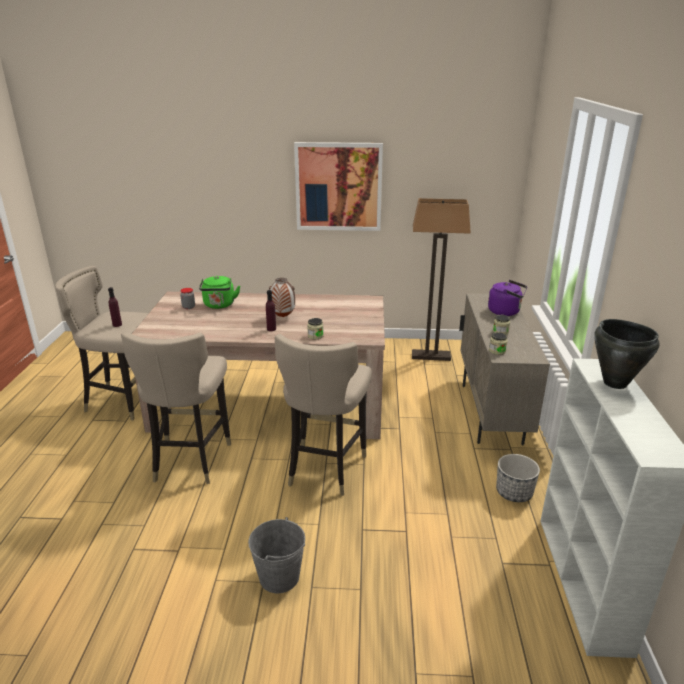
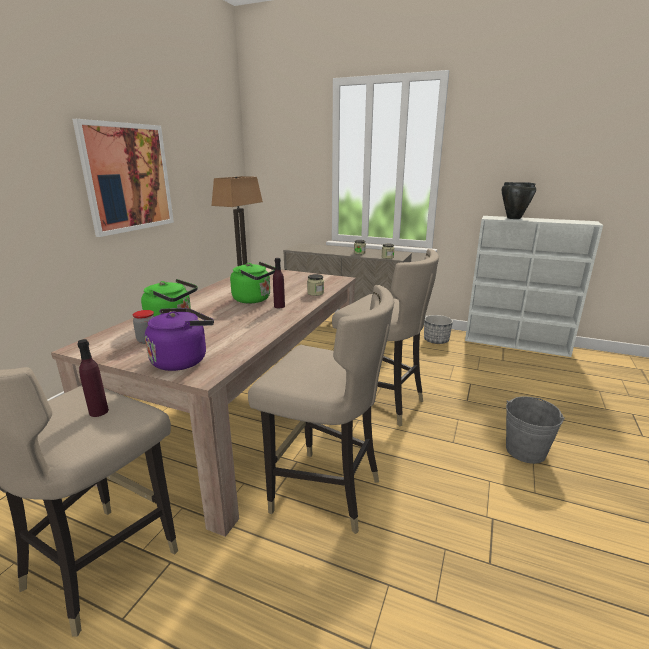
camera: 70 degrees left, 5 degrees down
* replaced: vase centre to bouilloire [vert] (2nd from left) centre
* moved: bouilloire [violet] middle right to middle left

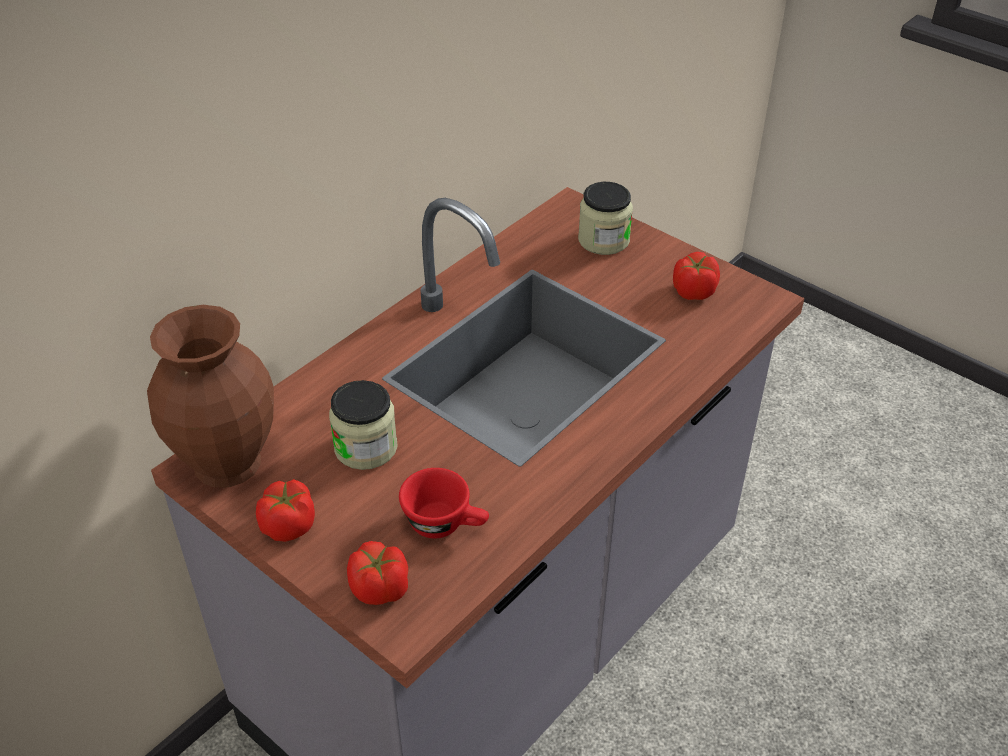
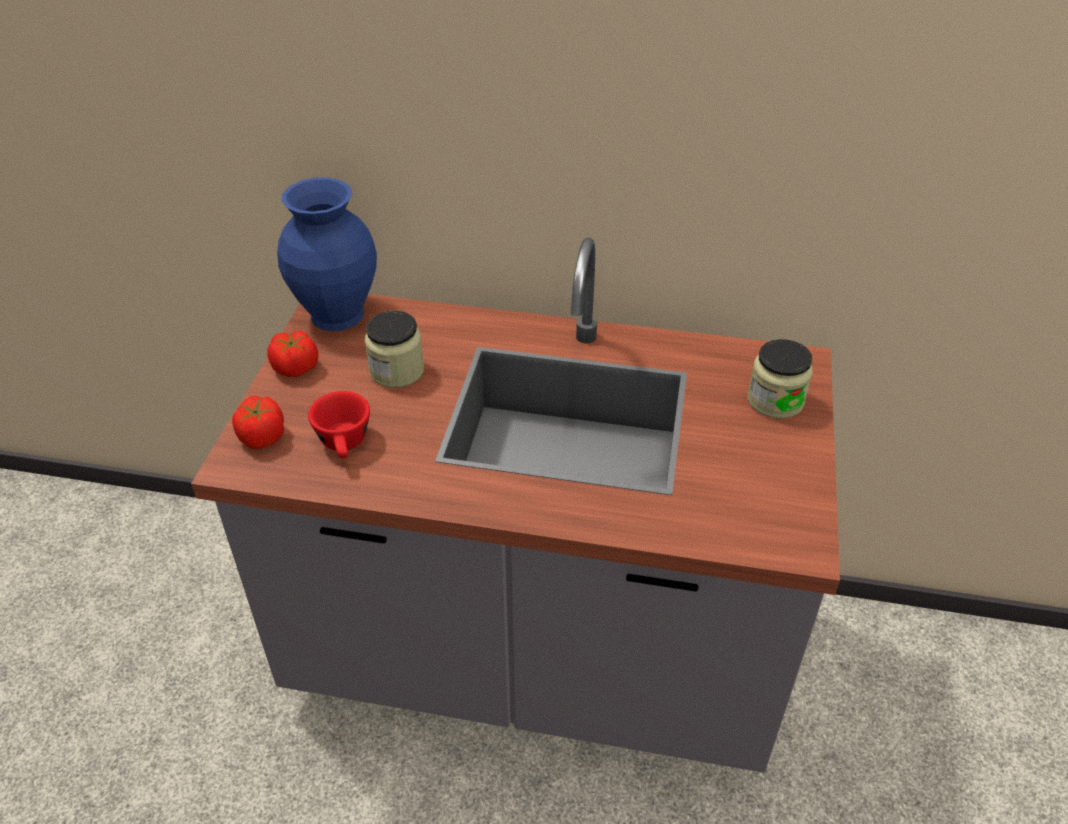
camera: 60 degrees right, 0 degrees up
* removed: tomate (3rd from left) middle right
* recoloured: vase [marron] middle left to vase [bleu] top left

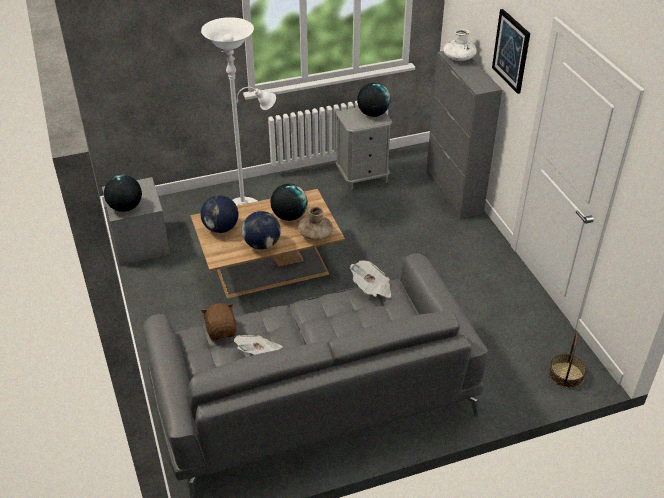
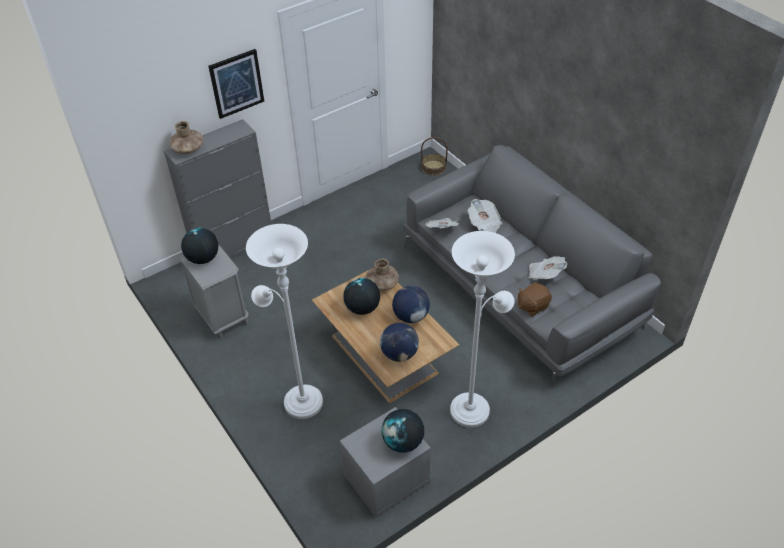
camera: 105 degrees left, 5 degrees up
* recoloured: vase [blanc] top right to vase [marron] (1st from left) top left
* added: journal (2nd from left) centre
* added: lampadaire [blanc] (2nd from left) centre

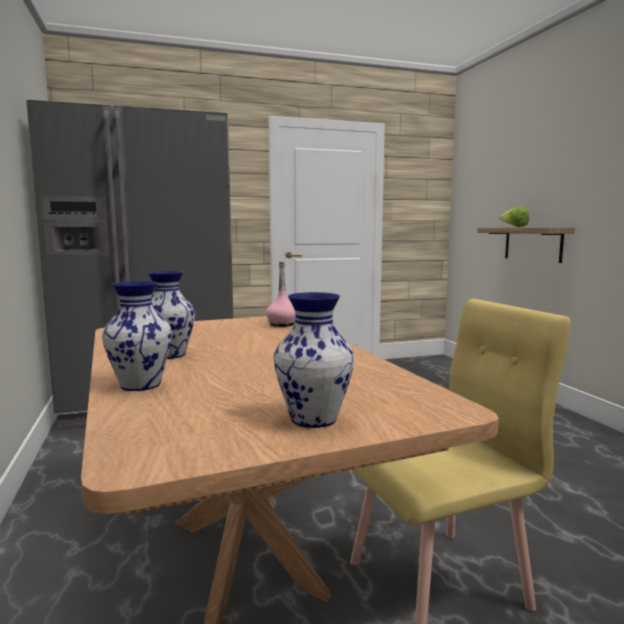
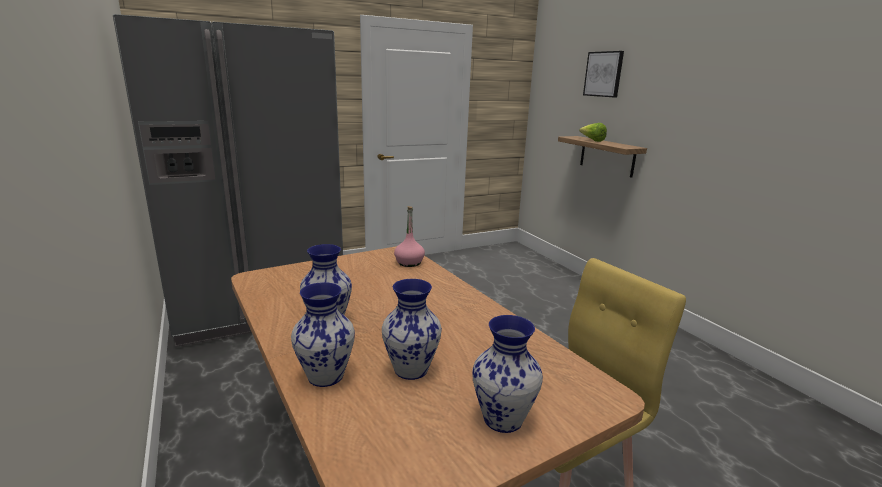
camera: 10 degrees left, 10 degrees up
* added: tableau top right
* added: vase (3rd from left) bottom centre

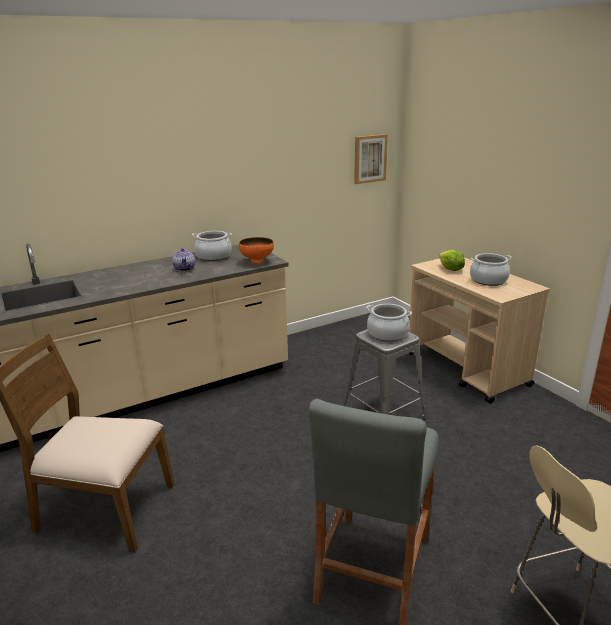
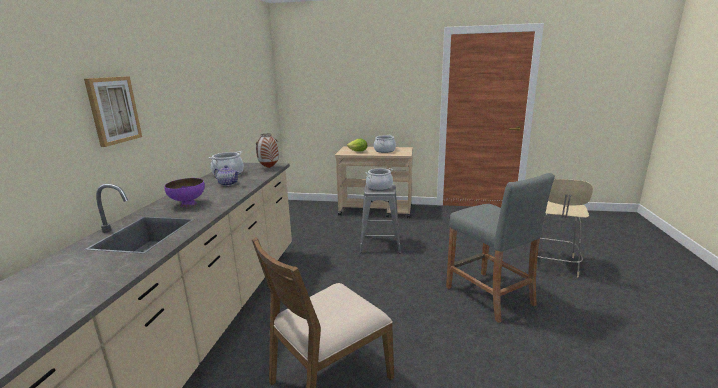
camera: 50 degrees left, 5 degrees down
* moved: tableau top centre to top left
* replaced: bol [orange] centre to vase centre
* added: bol [violet] middle left

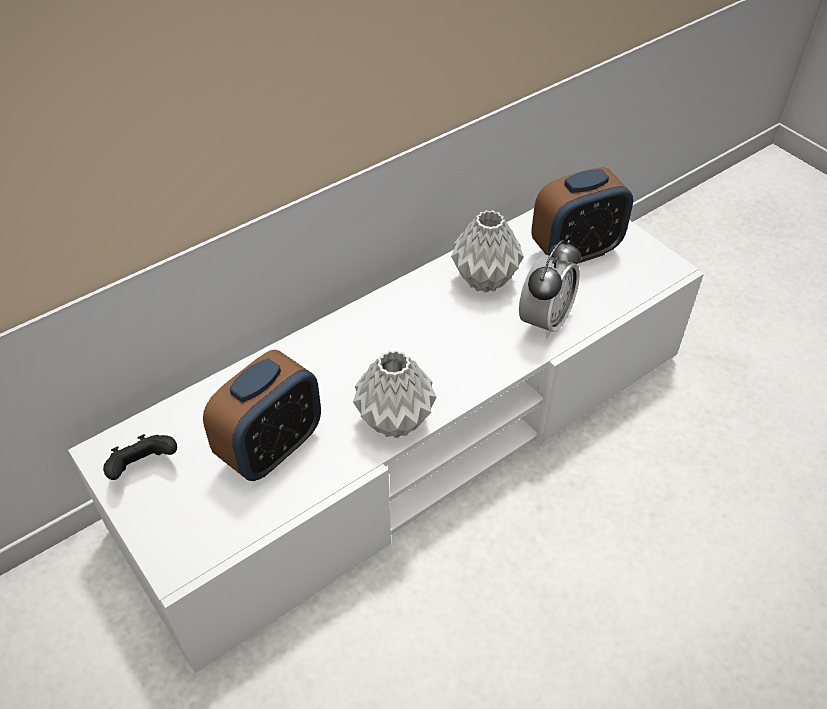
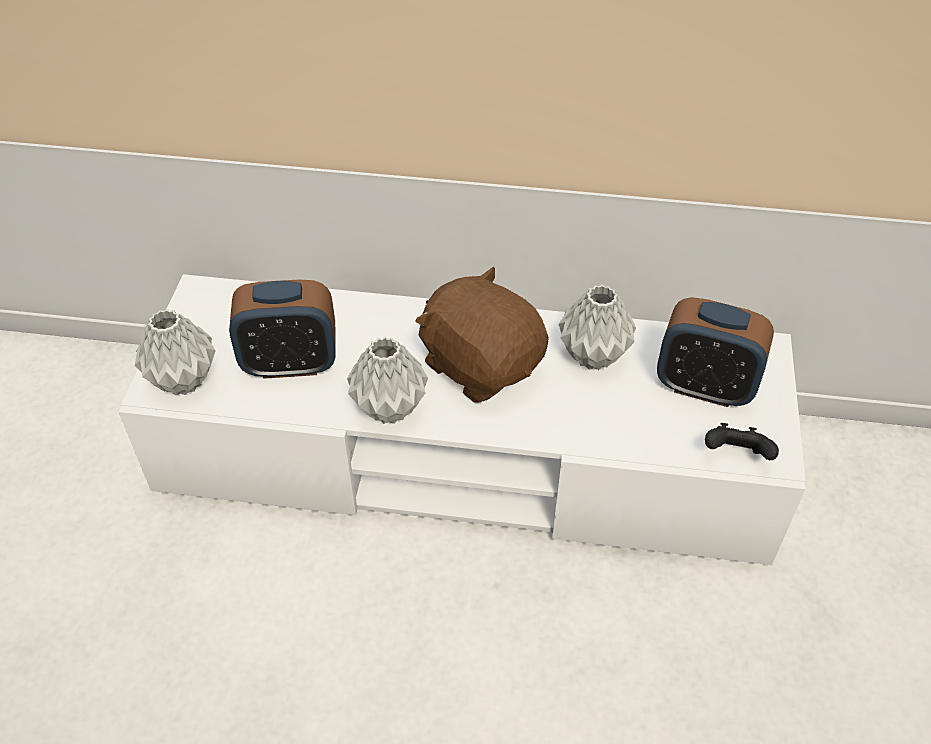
camera: 45 degrees right, 0 degrees up
* removed: réveil (2nd from left) centre
* moved: manette [noir] middle left to middle right
* added: peluche [marron] centre
* added: vase [gris] (1st from left) middle left

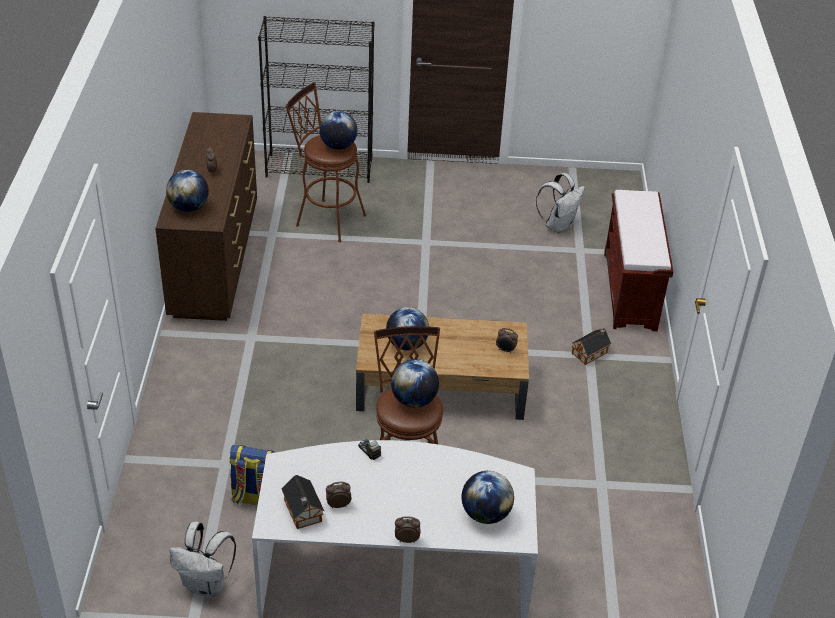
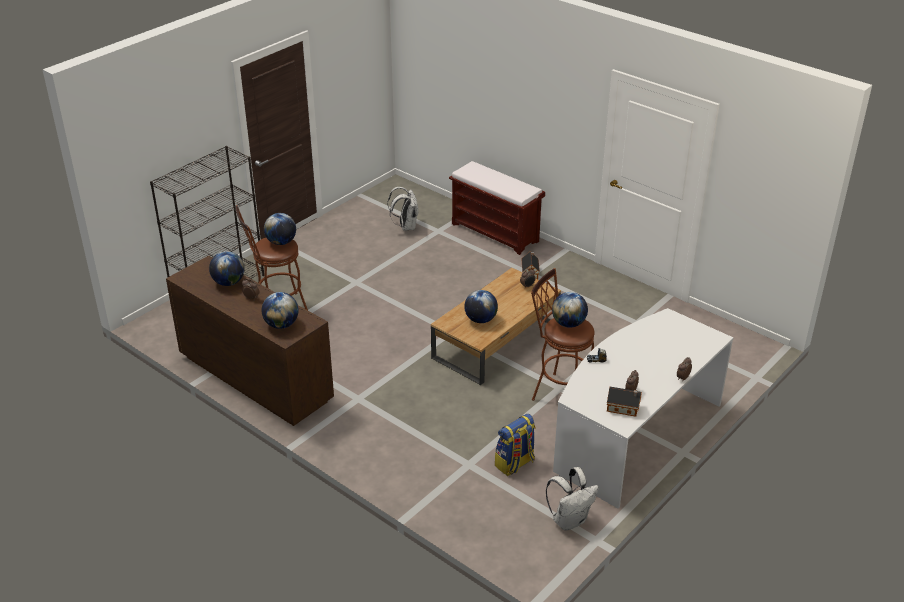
camera: 50 degrees left, 5 degrees down
* moved: globe (5th from left in the first image) bottom centre to globe (1st from left) middle left

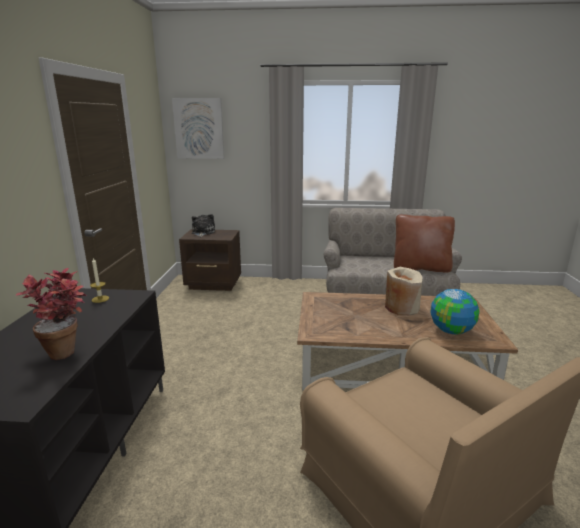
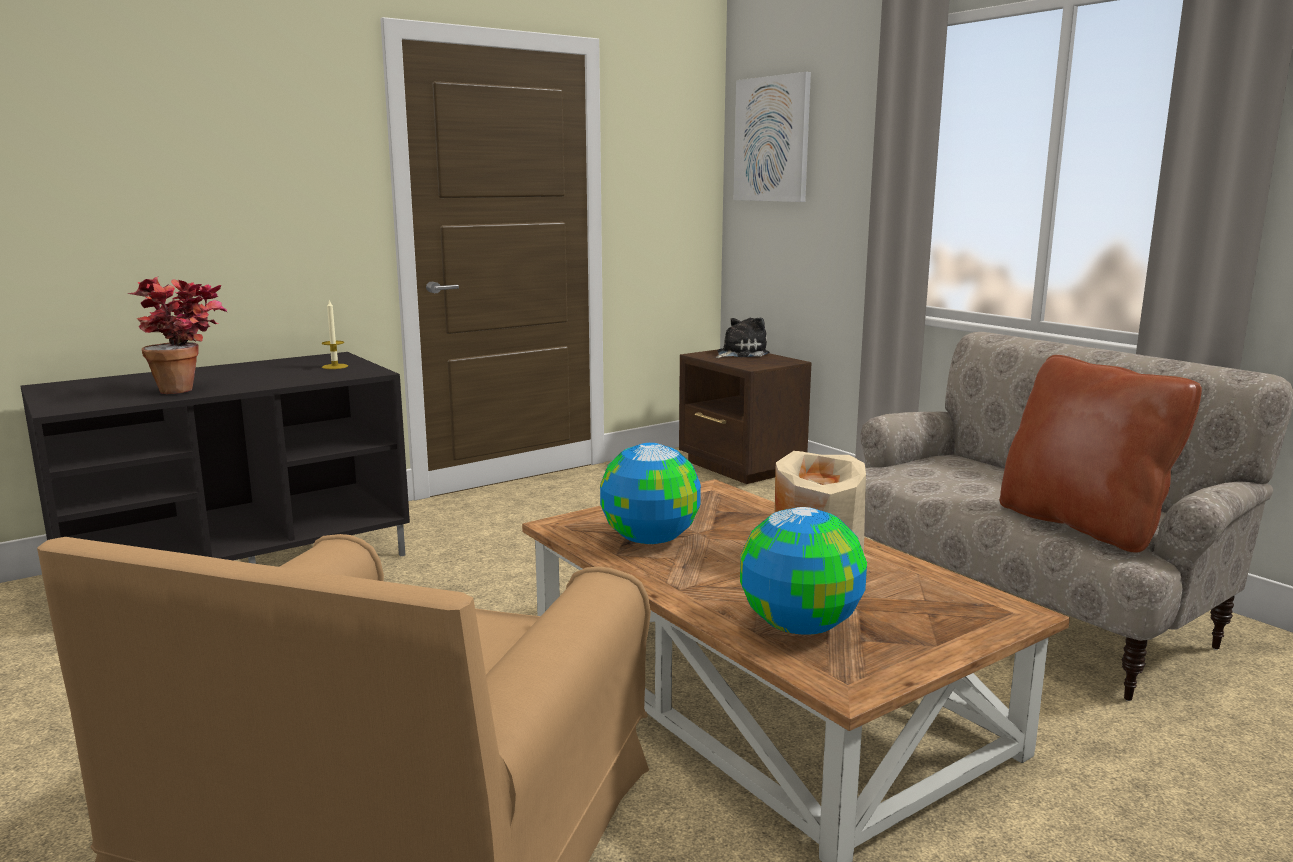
camera: 50 degrees right, 5 degrees down
* added: globe (1st from left) centre

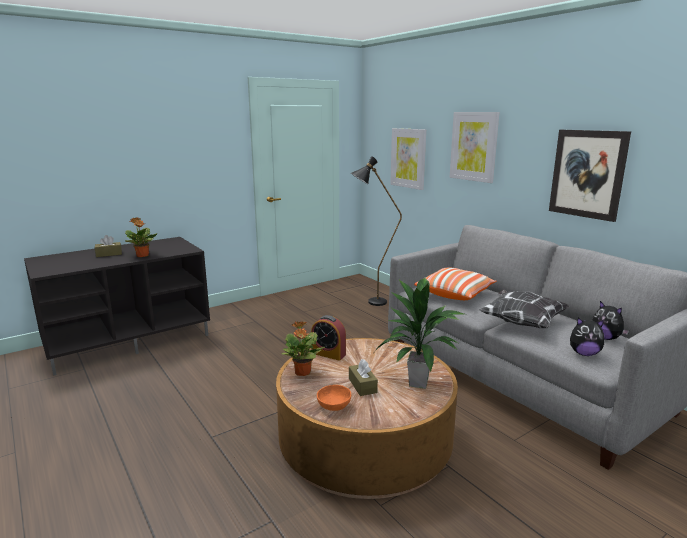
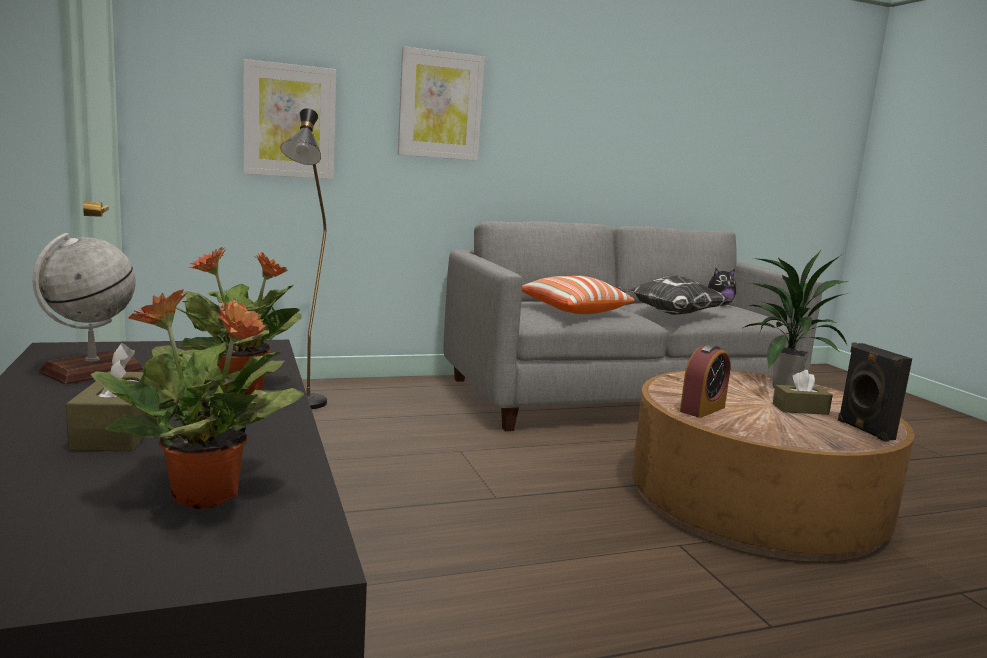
camera: 75 degrees left, 5 degrees down
* removed: tableau (3rd from left) top right
* removed: peluche (1st from left) middle right
* moved: plante en pot (2nd from left in the first image) centre to plante en pot (1st from left) middle left
* replaced: bol [orange] bottom centre to enceinte [noir] middle right
* added: globe middle left

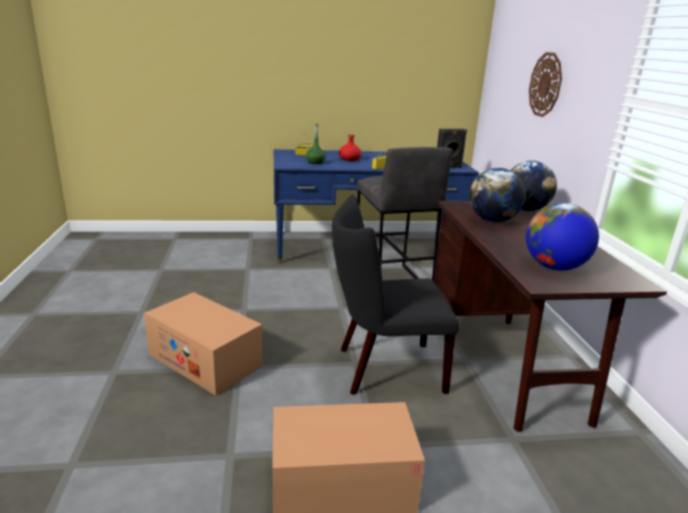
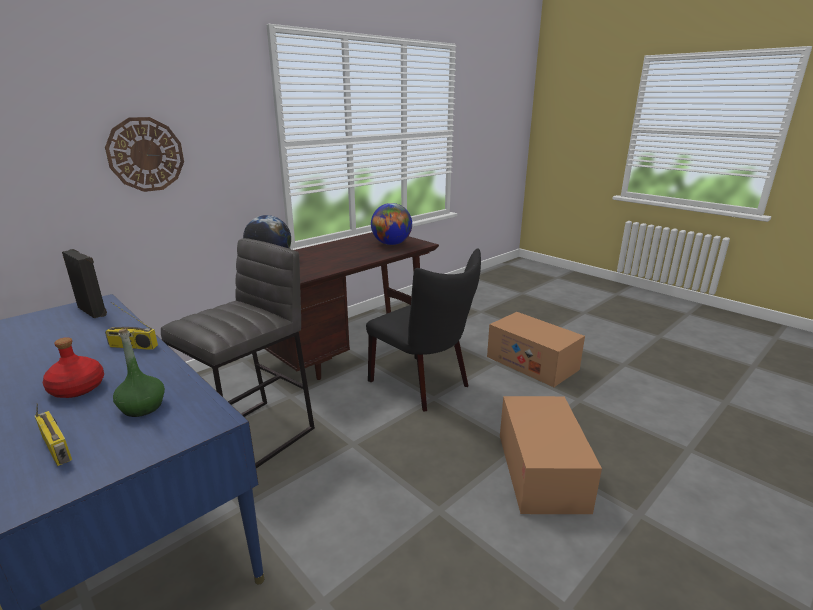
camera: 125 degrees left, 0 degrees up
* removed: globe (1st from left) middle right

